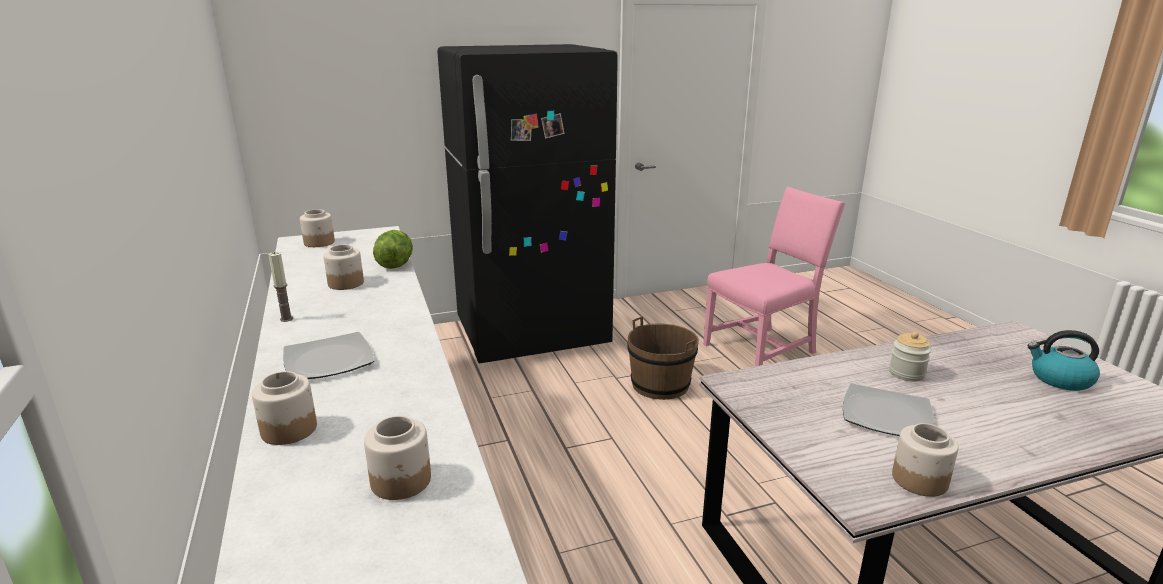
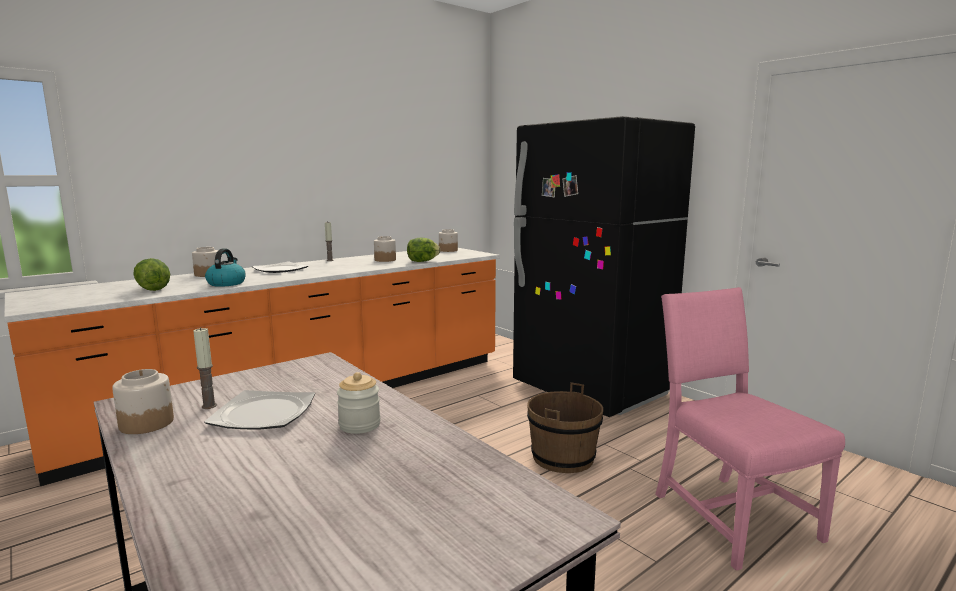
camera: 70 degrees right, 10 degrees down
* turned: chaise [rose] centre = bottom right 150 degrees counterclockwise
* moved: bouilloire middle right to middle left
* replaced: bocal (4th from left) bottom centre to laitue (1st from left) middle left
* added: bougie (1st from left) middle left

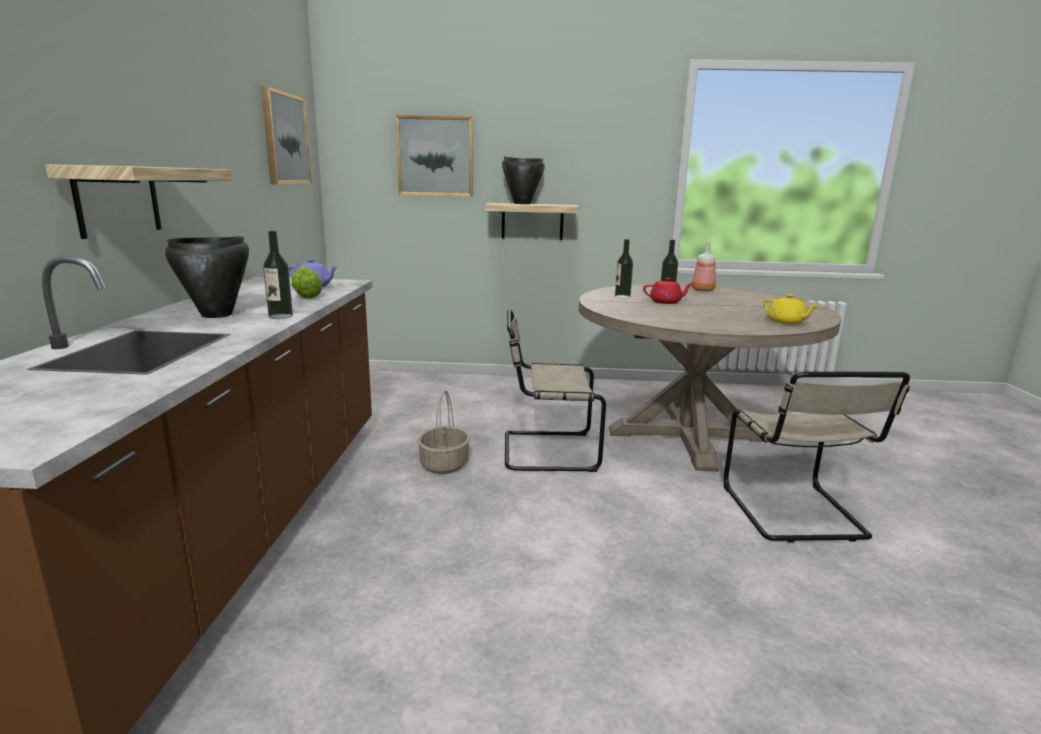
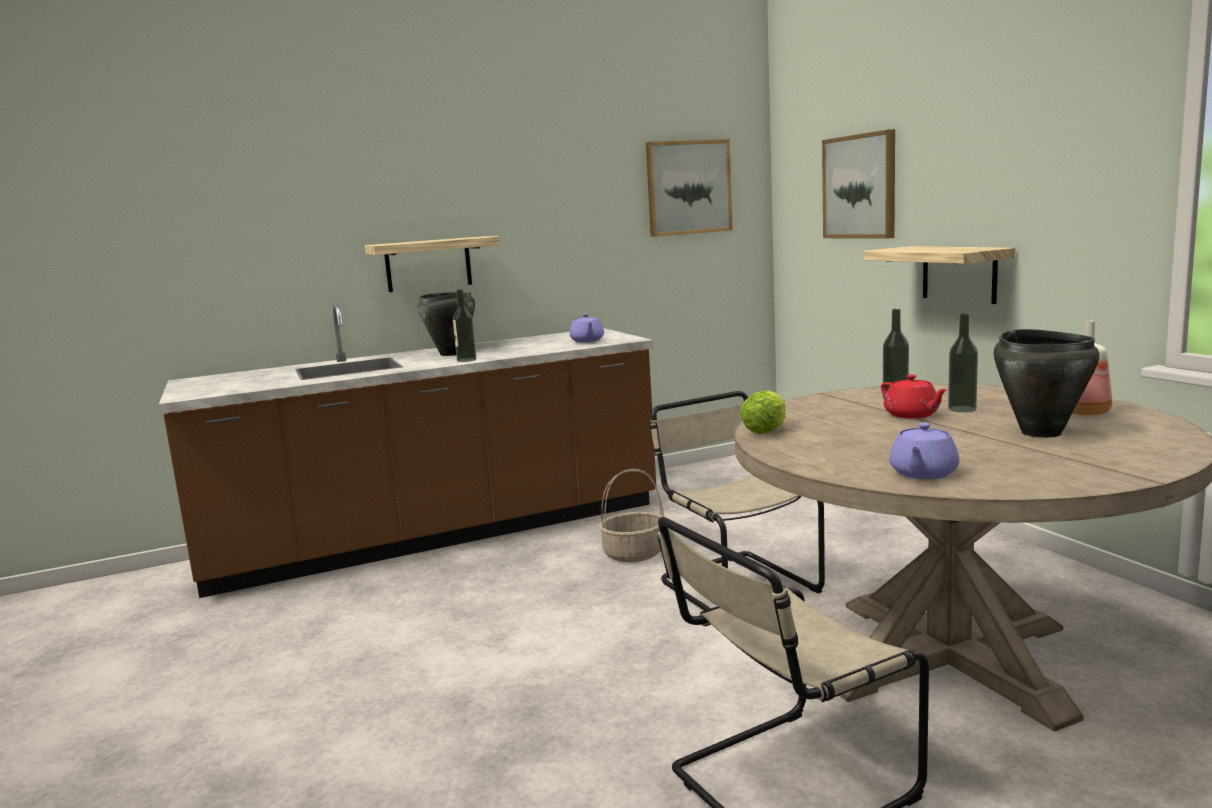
camera: 65 degrees right, 5 degrees down
* moved: marmite [noir] (2nd from left) top centre to middle right
* moved: laitue middle left to centre
* recoloured: théière [jaune] middle right to théière [violet] (2nd from left) middle right

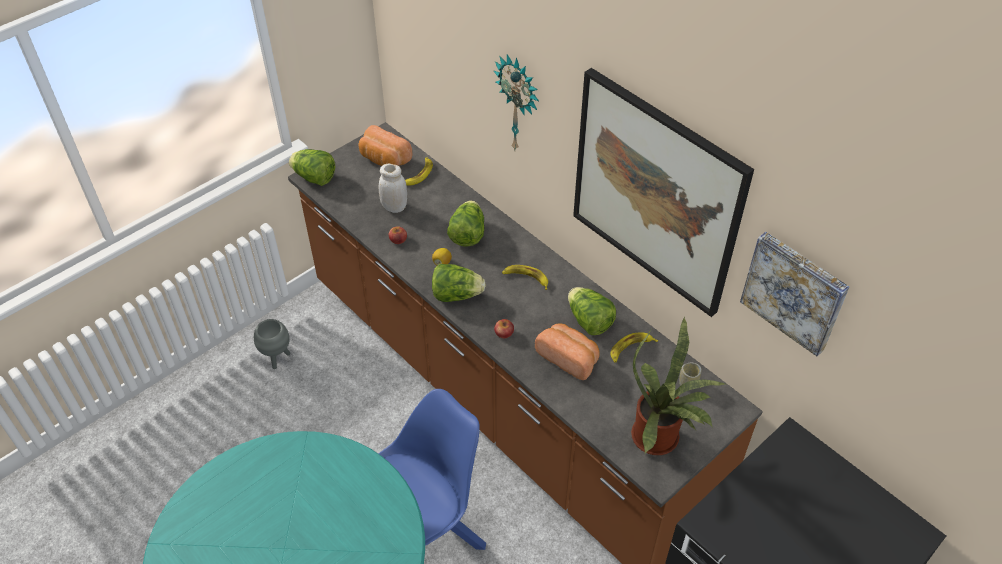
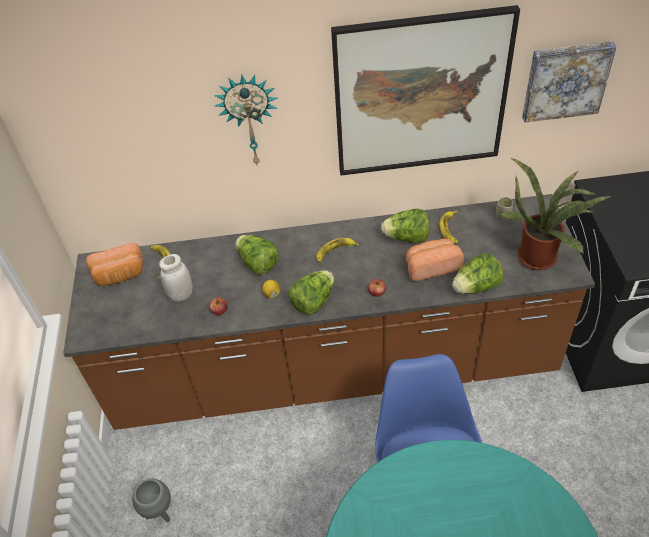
camera: 50 degrees left, 0 degrees up
* moved: laitue (1st from left in the first image) top left to laitue (4th from left) middle right

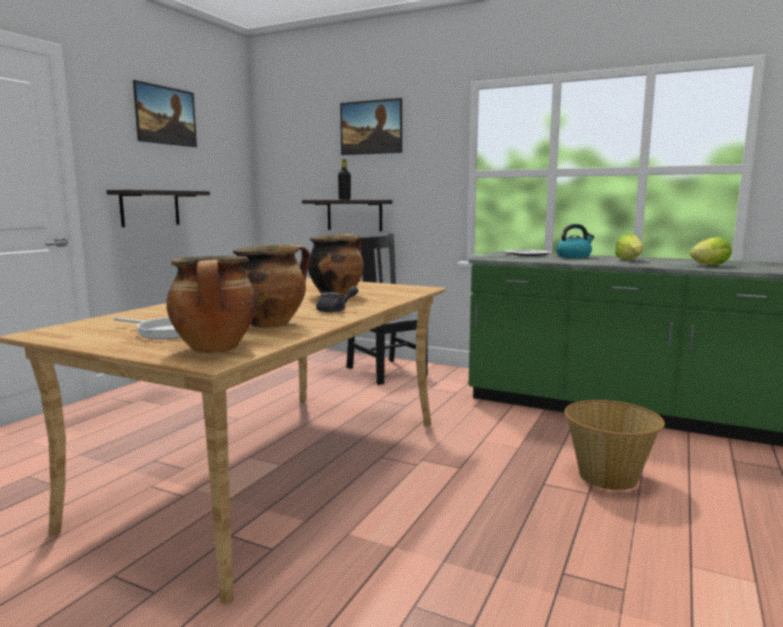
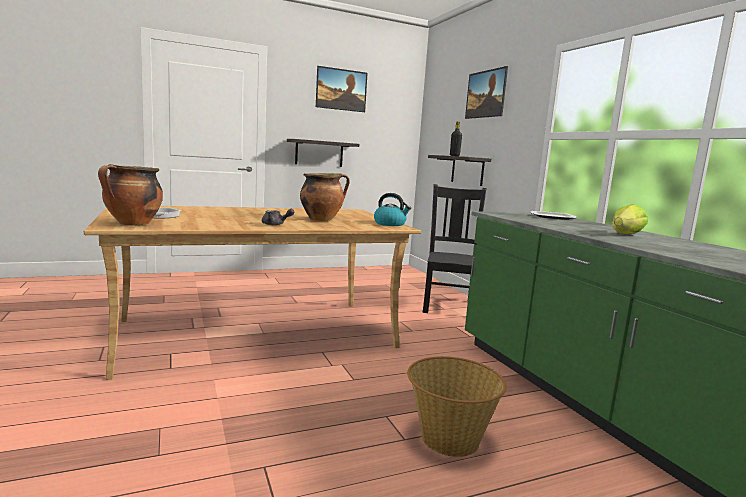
camera: 40 degrees right, 0 degrees up
* moved: bouilloire middle right to centre
* removed: laitue (2nd from left) middle right
* removed: marmite (2nd from left) centre

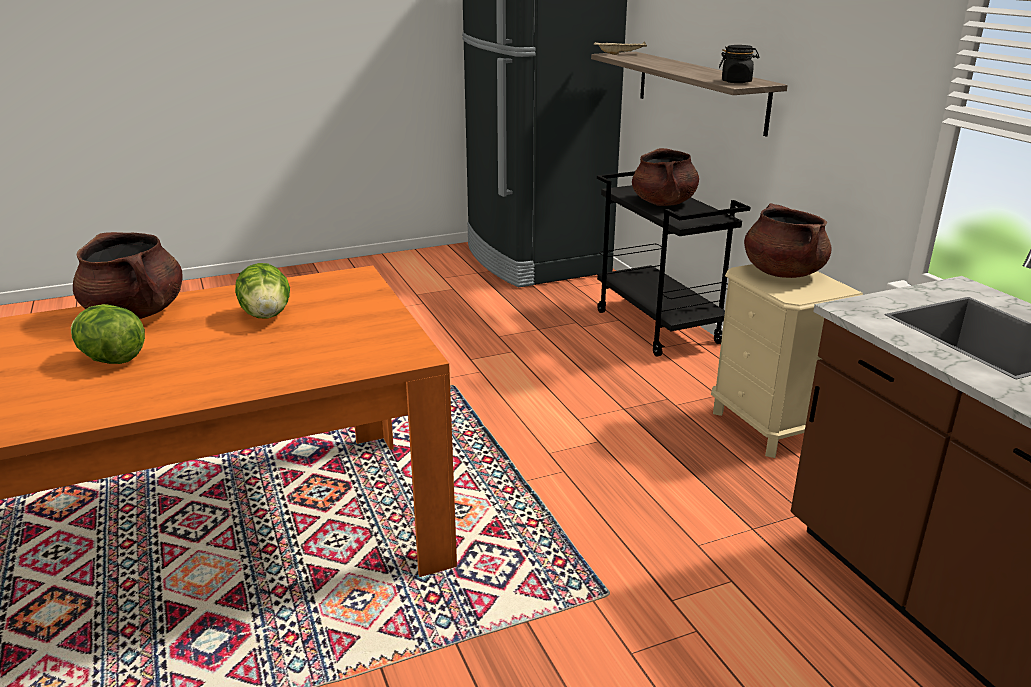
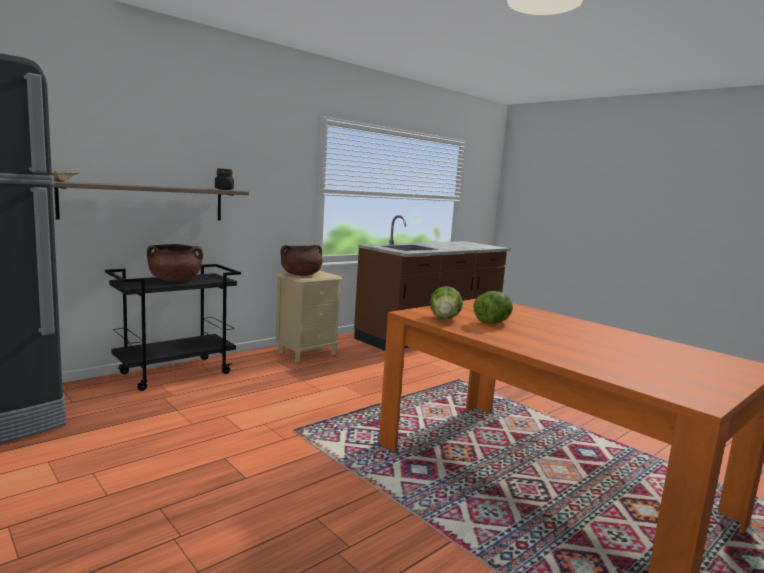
camera: 110 degrees left, 15 degrees down
* removed: marmite [marron] (1st from left) middle left
* moved: laitue (1st from left) middle left to centre

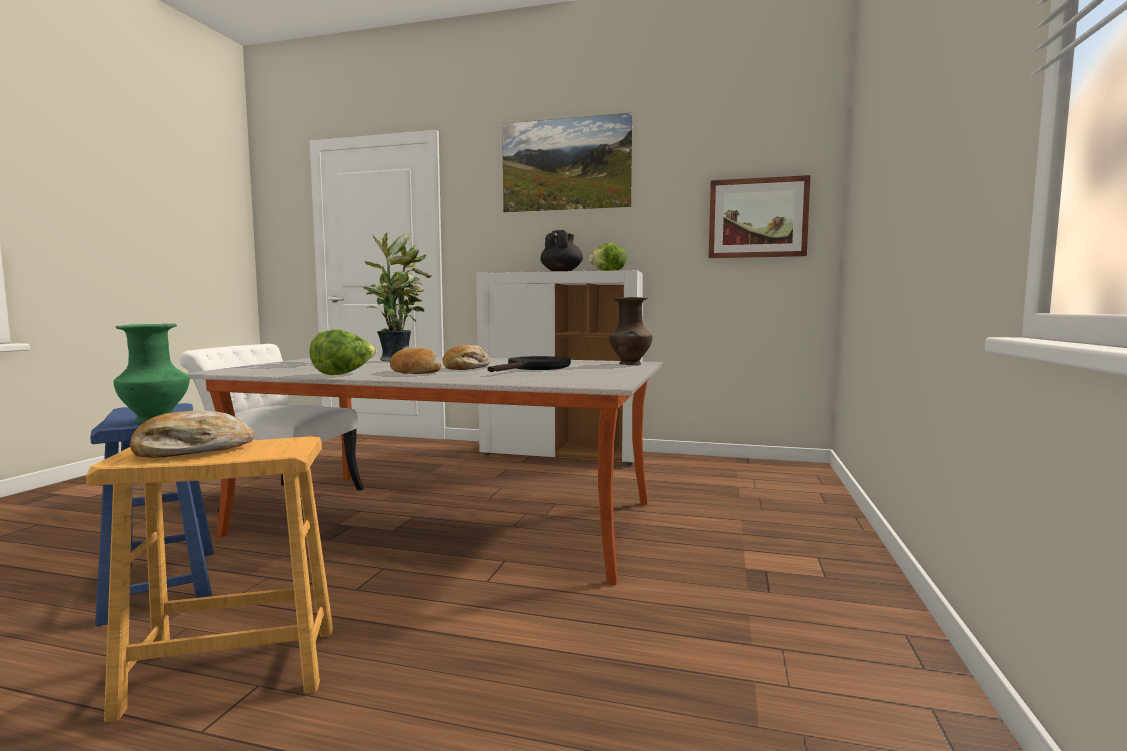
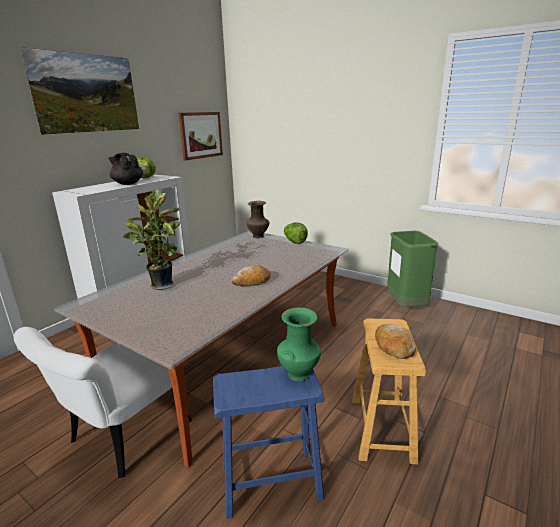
camera: 70 degrees left, 15 degrees up
* moved: laitue (1st from left in the first image) middle left to laitue (2nd from left) centre
* removed: pain (3rd from left) centre
* removed: poêle [noir] centre
* added: poubelle [vert] middle right

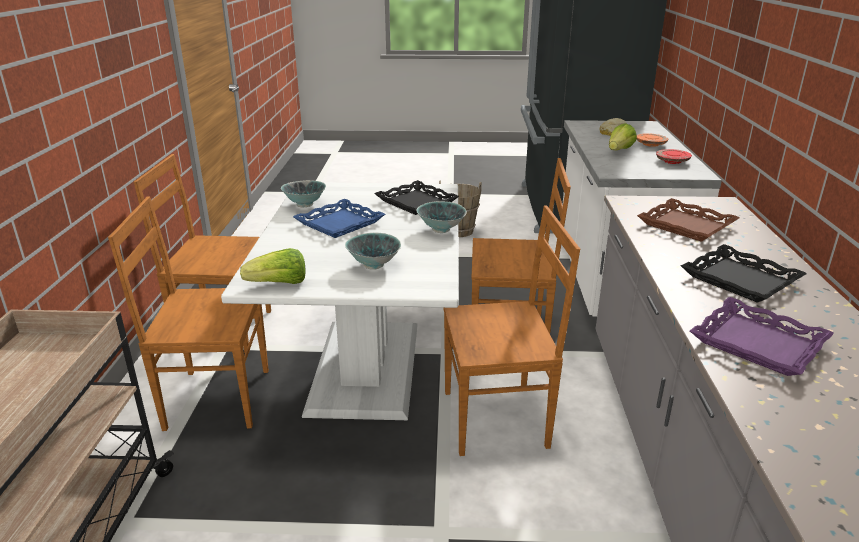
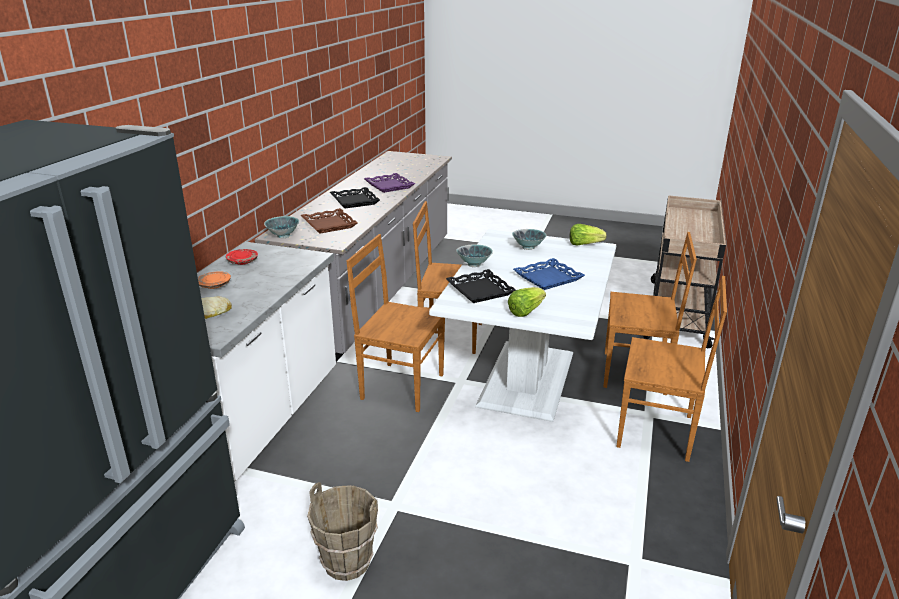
camera: 165 degrees left, 0 degrees up
* moved: laitue (2nd from left in the first image) top right to laitue (1st from left) centre
* moved: bol (1st from left) centre to middle left

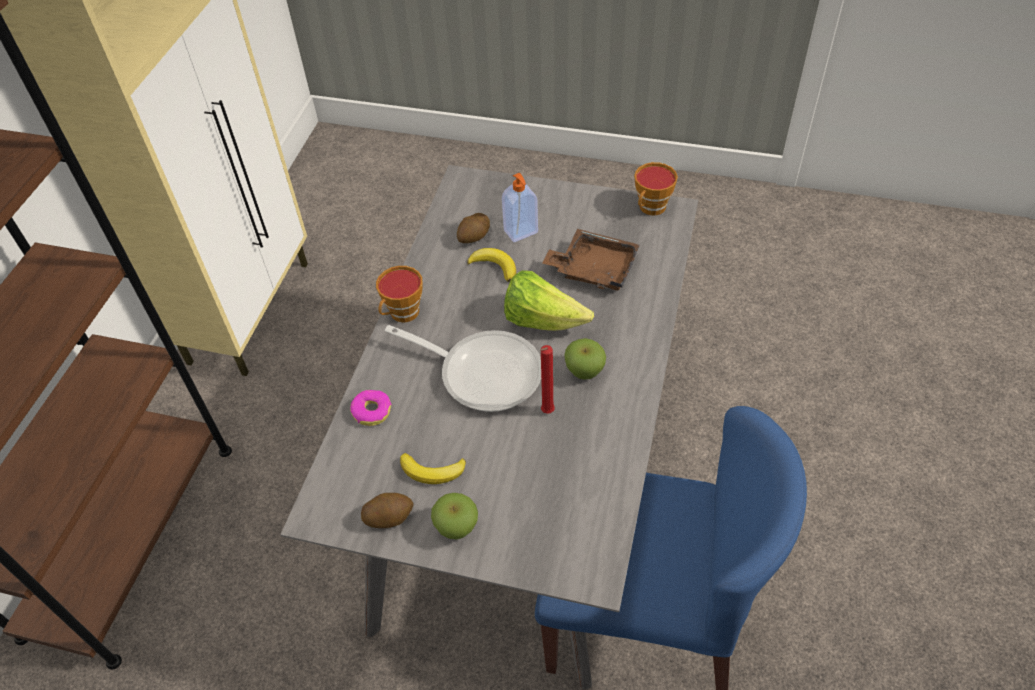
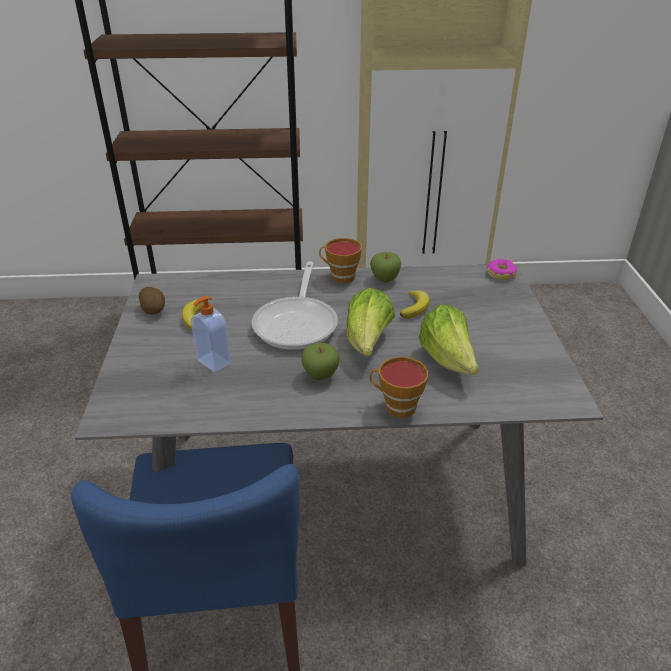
camera: 70 degrees right, 15 degrees down
* moved: tasse (2nd from left) top centre to centre
* moved: distributeur de savon top centre to middle left
* removed: pomme de terre (2nd from left) top centre
* replaced: plateau [marron] centre to laitue (2nd from left) middle right
* removed: bougie [rouge] centre
* moved: beignet centre to middle right
* moved: pomme (1st from left in the first image) bottom centre to pomme (2nd from left) centre

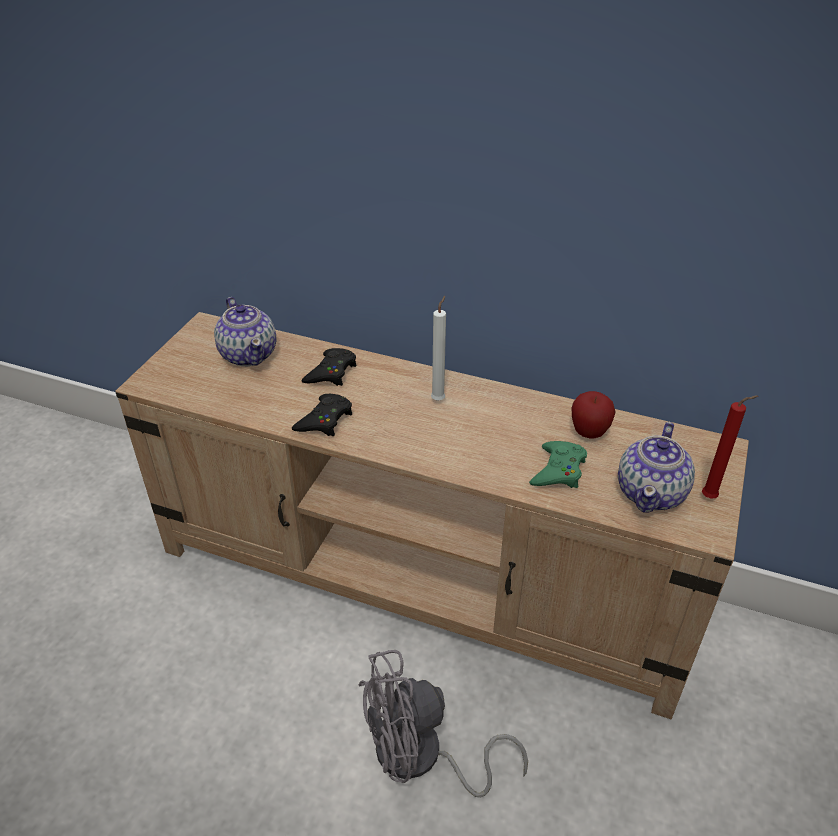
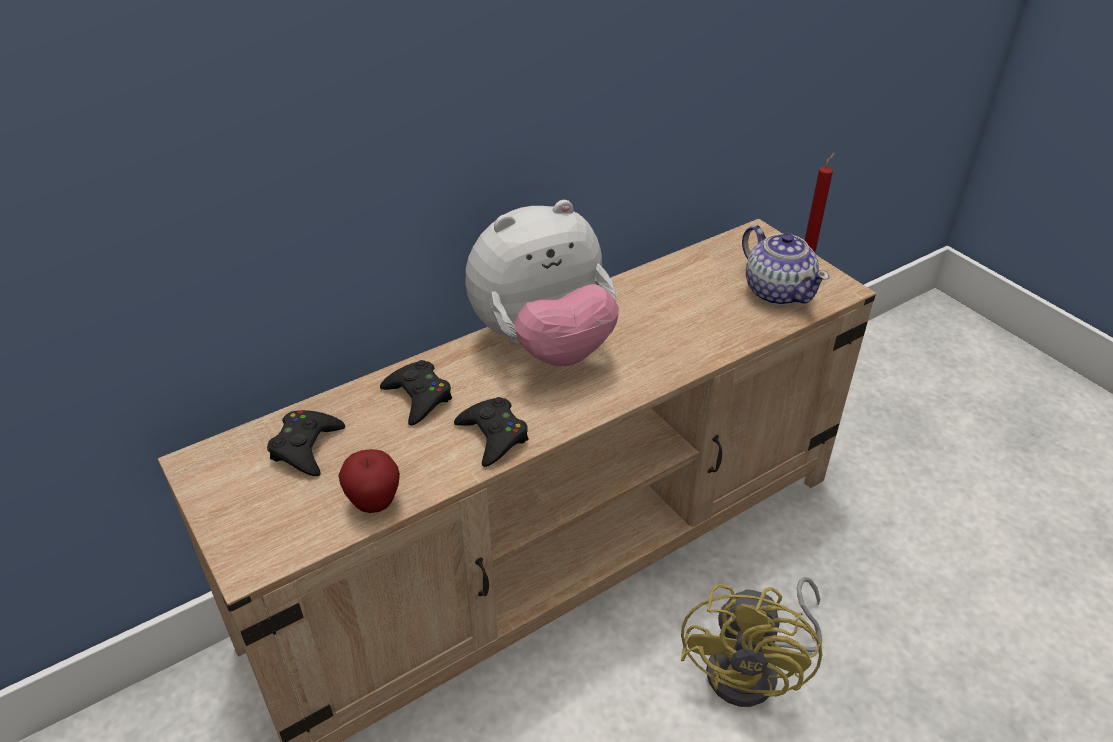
camera: 55 degrees left, 0 degrees up
* replaced: bougie [blanc] centre to peluche centre
* replaced: théière (1st from left) middle left to manette [noir] (1st from left) middle left
* moved: pomme middle right to middle left
* removed: manette [vert] centre
* recoloured: ventilateur [gris] bottom centre to ventilateur [jaune] bottom right

